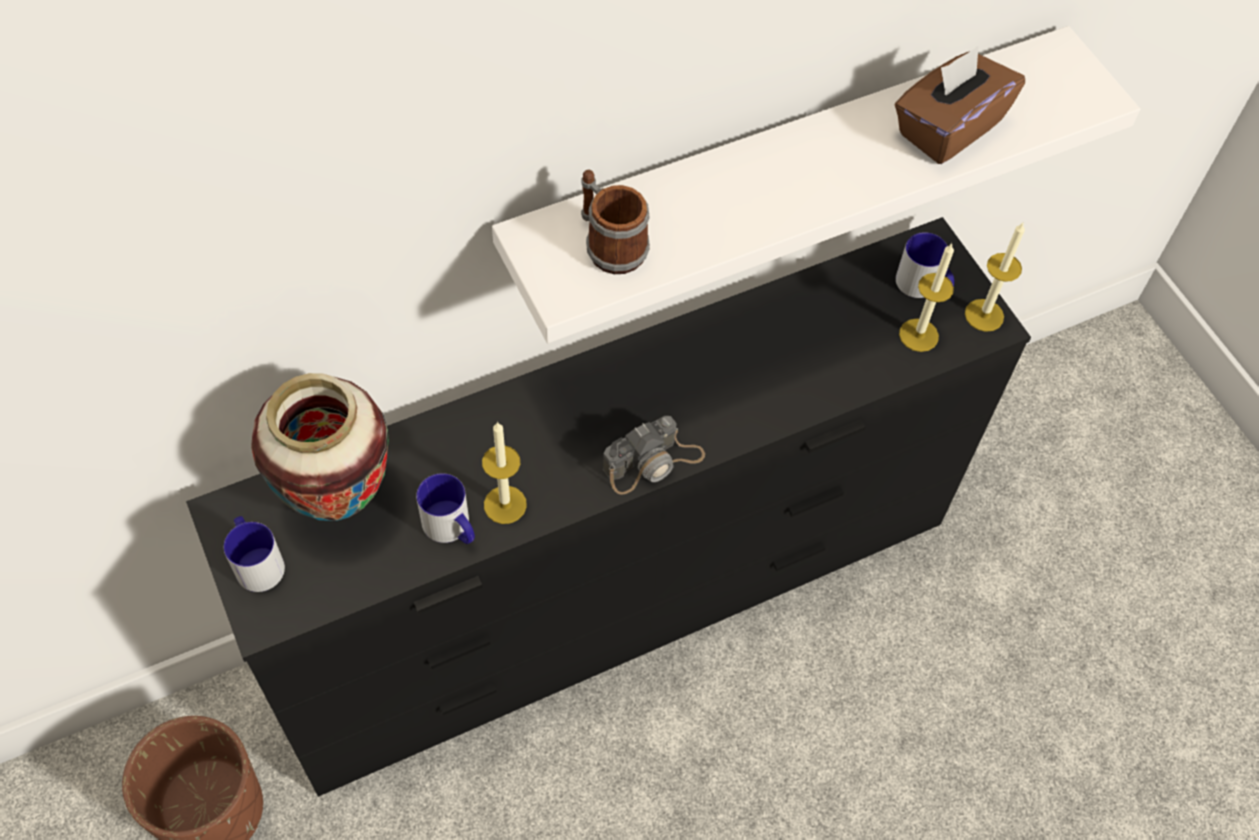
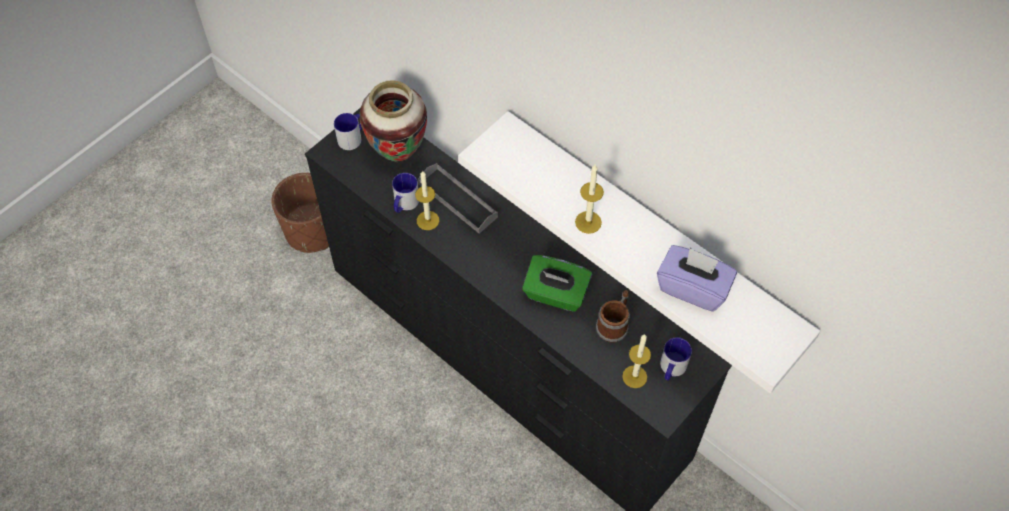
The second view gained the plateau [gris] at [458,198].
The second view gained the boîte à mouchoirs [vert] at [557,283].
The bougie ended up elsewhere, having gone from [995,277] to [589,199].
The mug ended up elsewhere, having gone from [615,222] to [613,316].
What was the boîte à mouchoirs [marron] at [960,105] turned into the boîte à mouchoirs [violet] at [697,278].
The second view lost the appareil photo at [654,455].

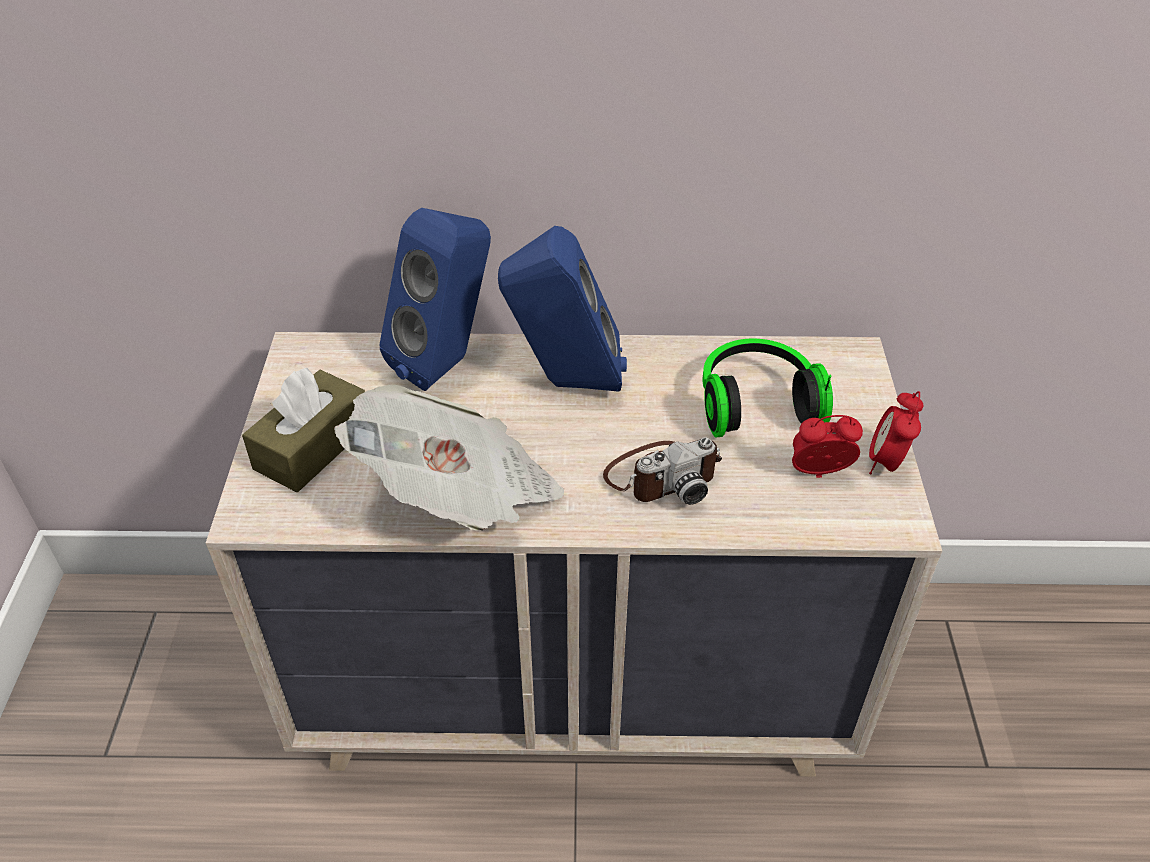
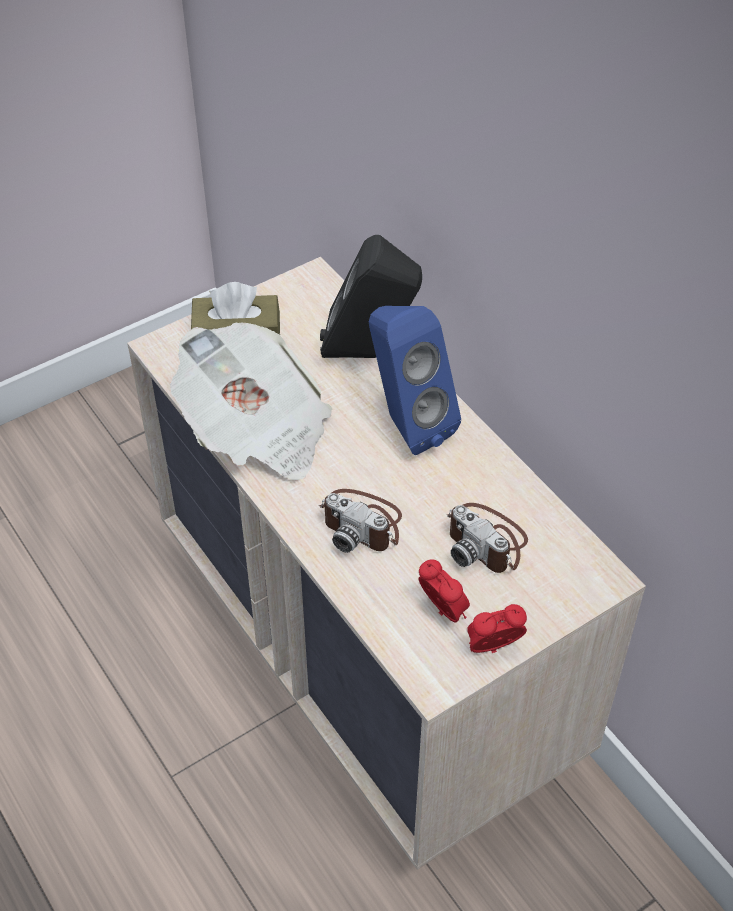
What was the enceinte [bleu] at [435,299] turned into the enceinte [noir] at [371,296].
Where the casque audio stood at [767,388], the appareil photo came to stand at [487,538].

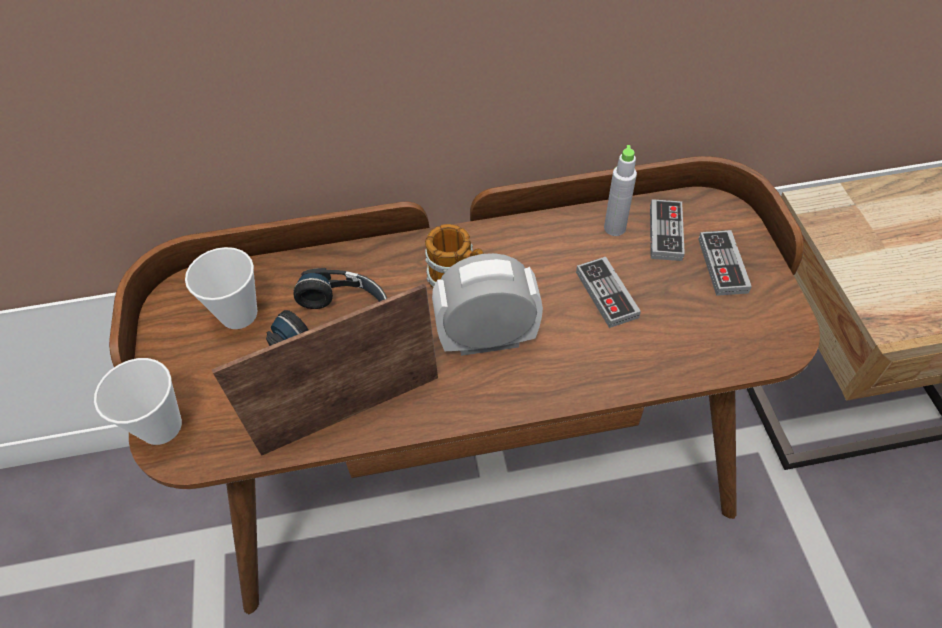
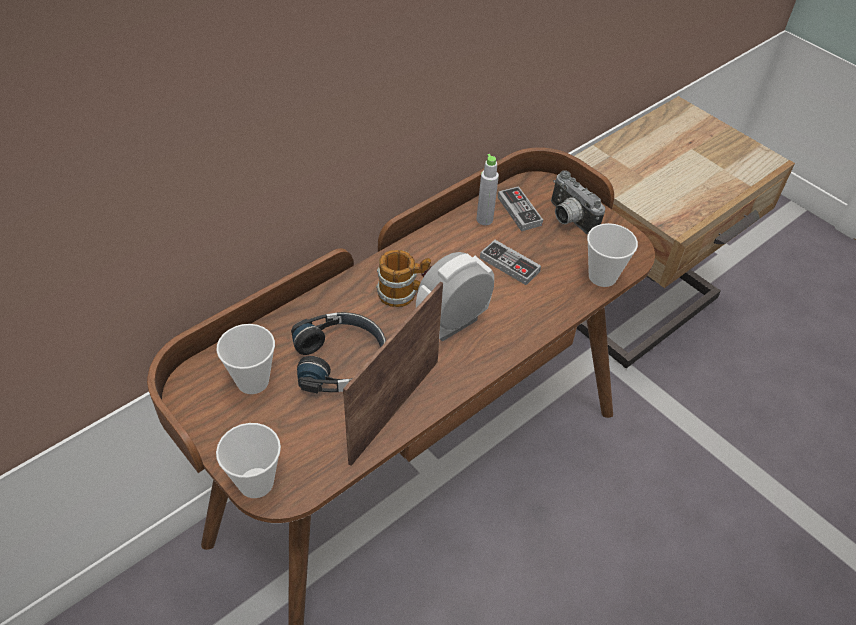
Where the manette stood at [725,263], the appareil photo came to stand at [578,202].
The second view gained the tasse at [612,255].

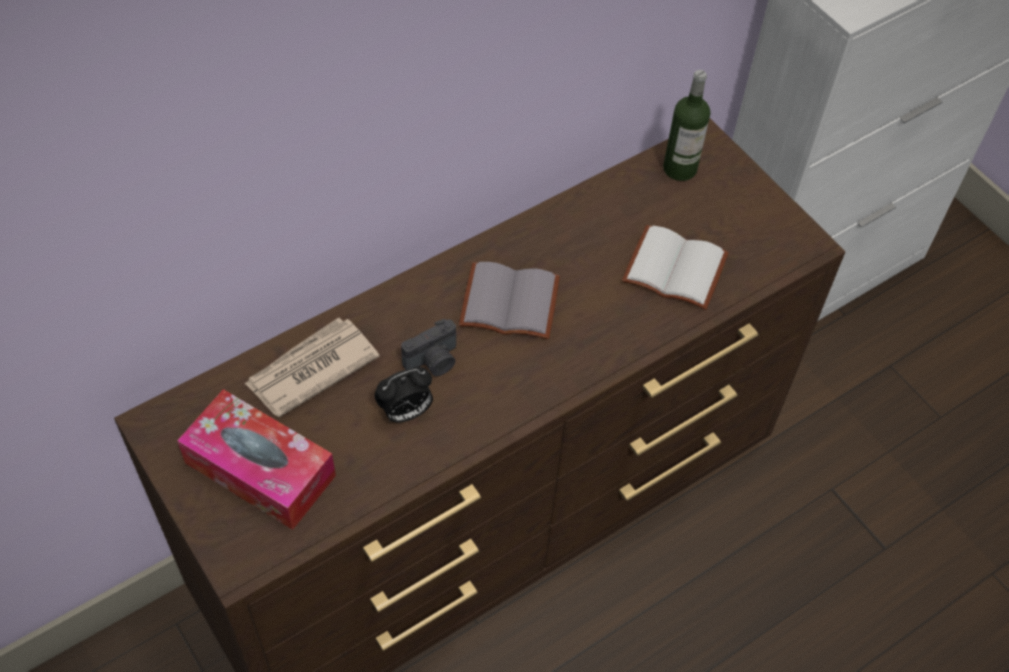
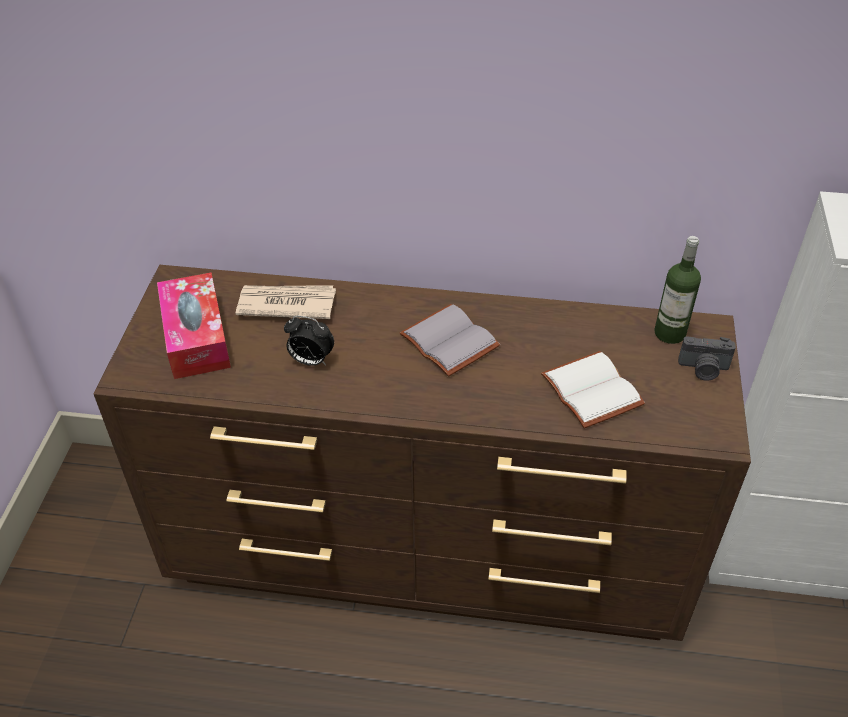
The appareil photo ended up elsewhere, having gone from [428,347] to [707,358].

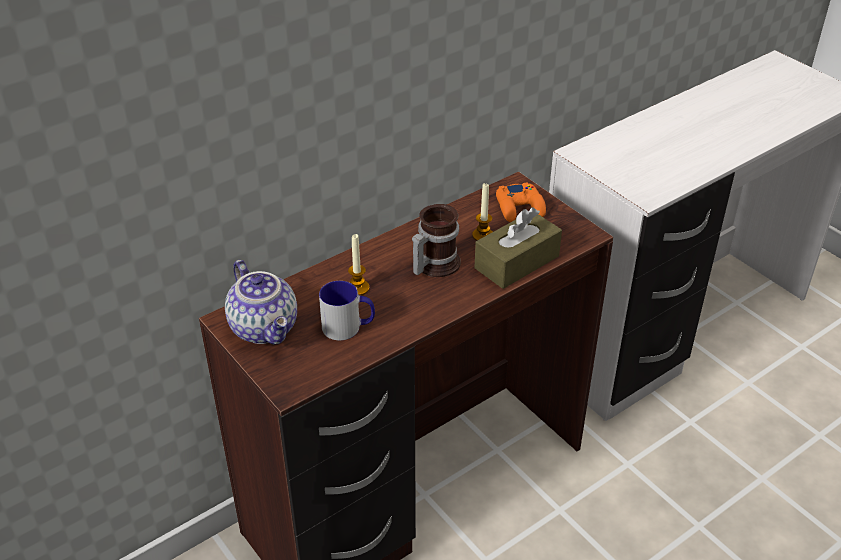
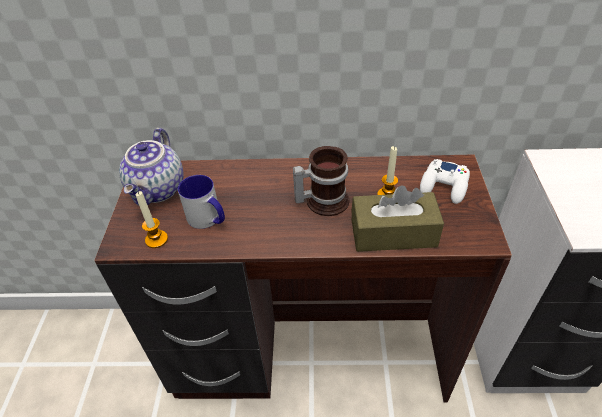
The bougie ended up elsewhere, having gone from [358,265] to [152,219].
What was the manette [orange] at [521,202] turned into the manette [blanc] at [445,181].

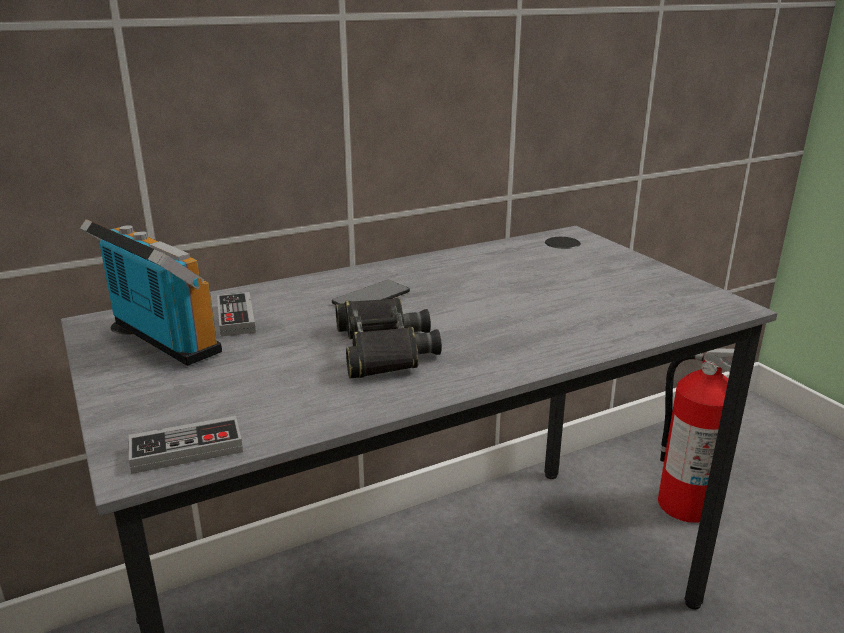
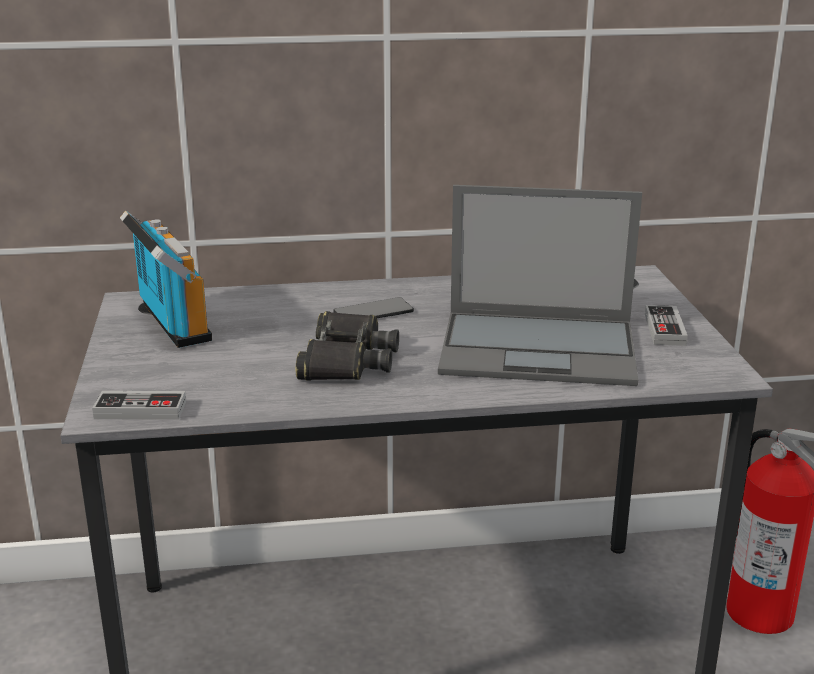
The second view gained the ordinateur portable at [540,285].
The manette ended up elsewhere, having gone from [236,314] to [666,325].

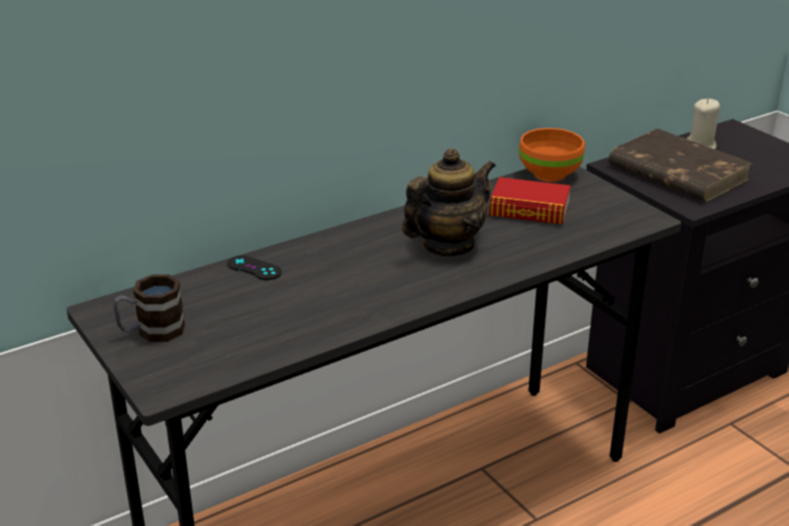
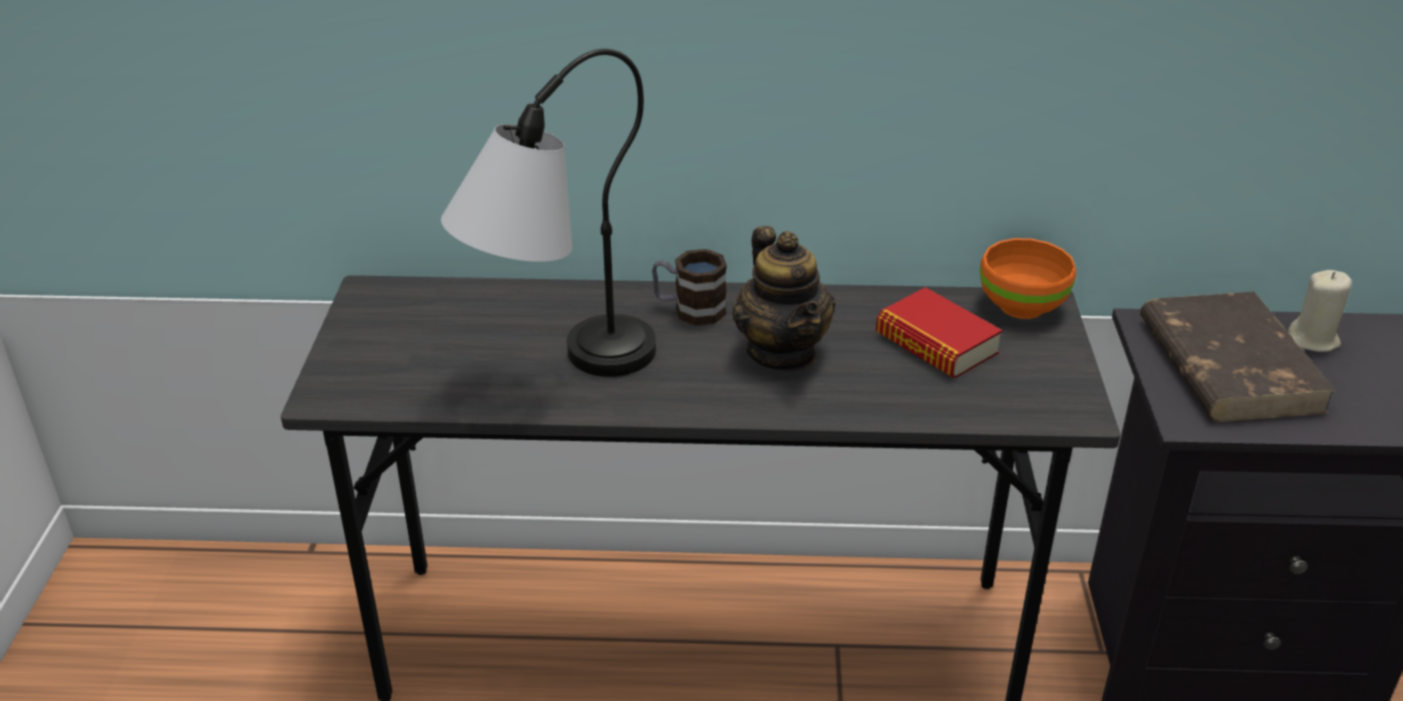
The second view gained the lampe de table at [548,213].
The mug ended up elsewhere, having gone from [149,308] to [689,287].
The théière at [449,202] ended up facing another way, 75 degrees clockwise from before.
The second view lost the manette [noir] at [254,267].

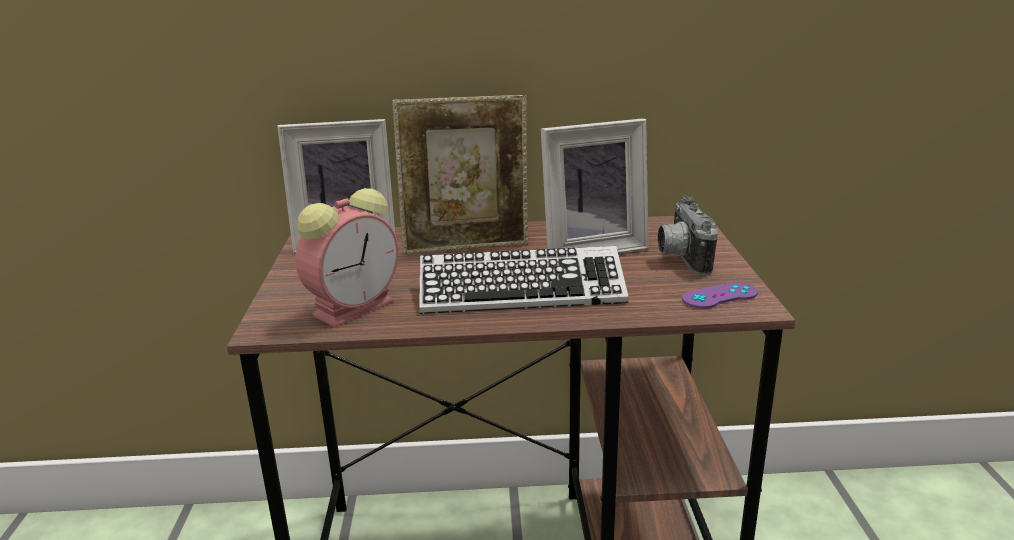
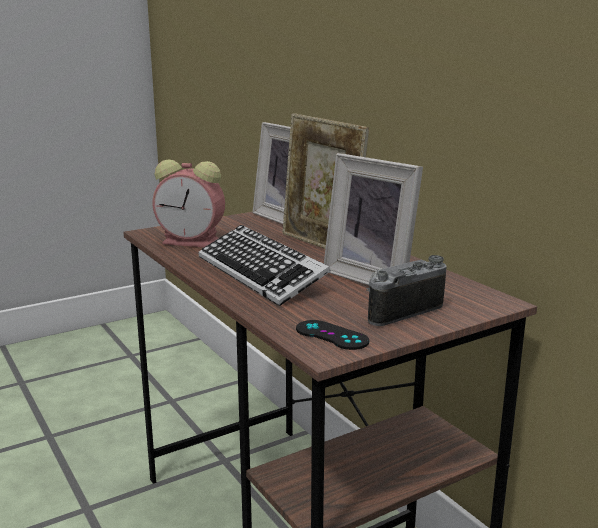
What was the manette [violet] at [720,295] turned into the manette [noir] at [332,335].

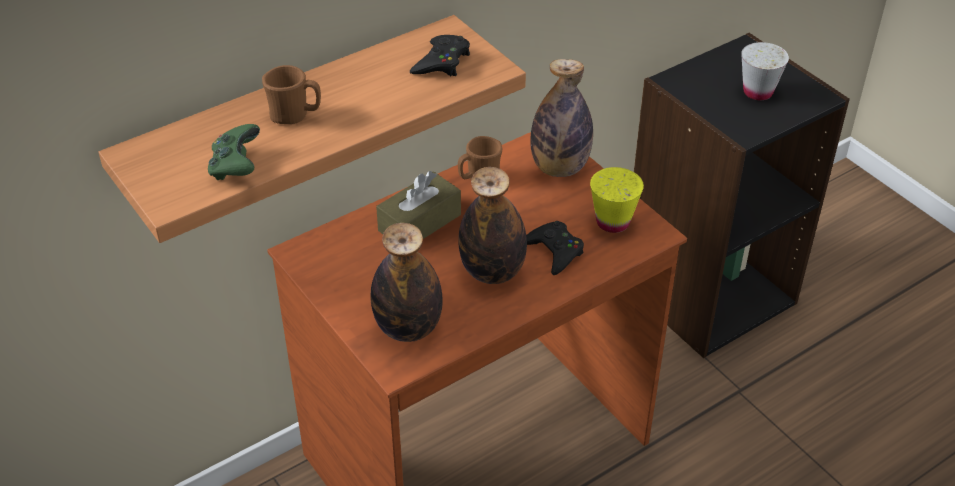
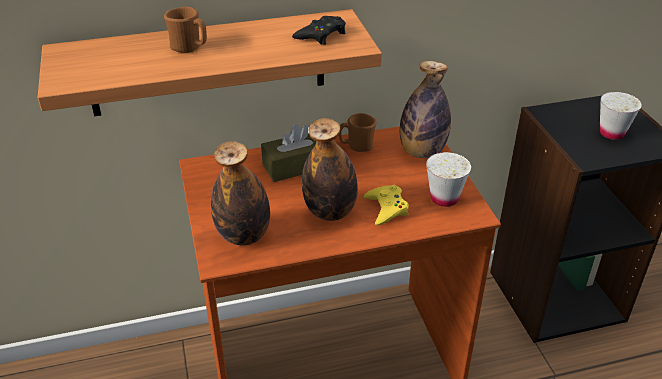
What was the manette [noir] at [555,248] turned into the manette [jaune] at [386,205].
What was the tasse [jaune] at [617,200] turned into the tasse [blanc] at [448,179].
The second view lost the manette [vert] at [234,152].

